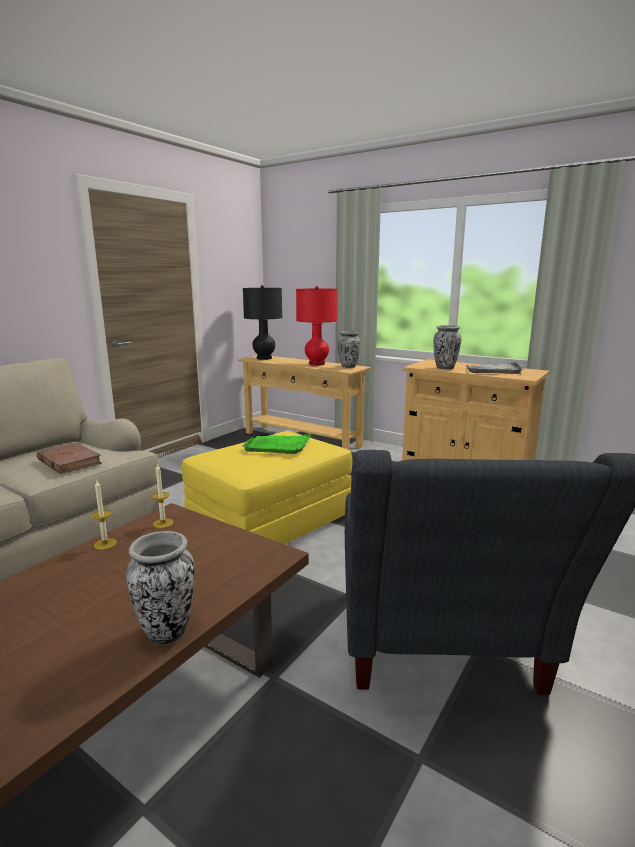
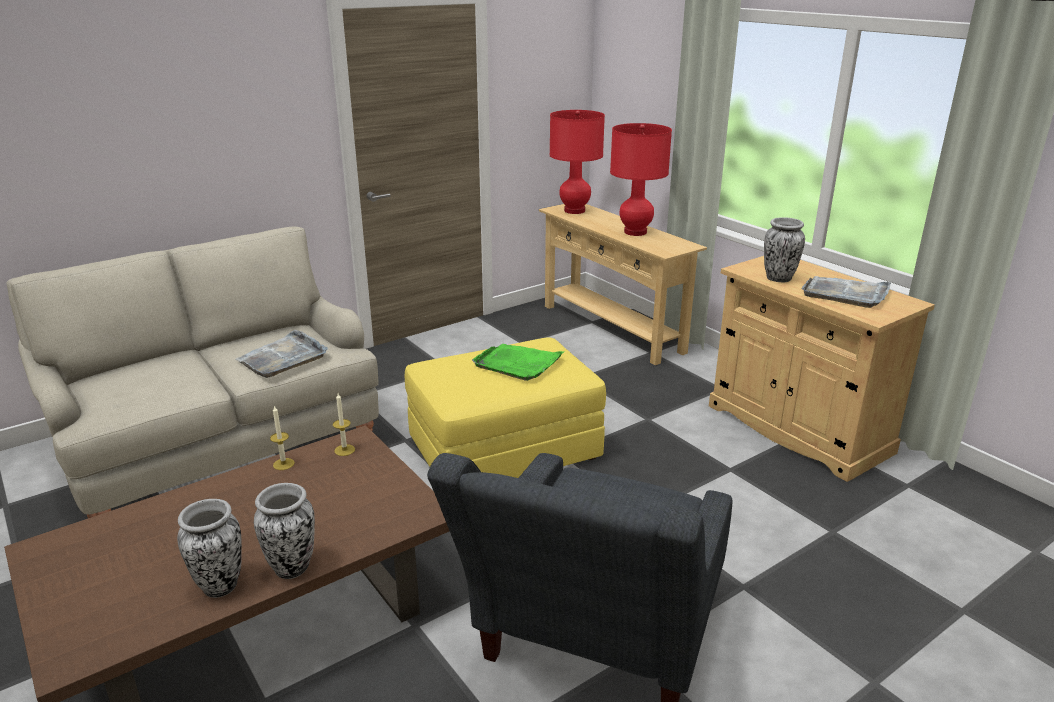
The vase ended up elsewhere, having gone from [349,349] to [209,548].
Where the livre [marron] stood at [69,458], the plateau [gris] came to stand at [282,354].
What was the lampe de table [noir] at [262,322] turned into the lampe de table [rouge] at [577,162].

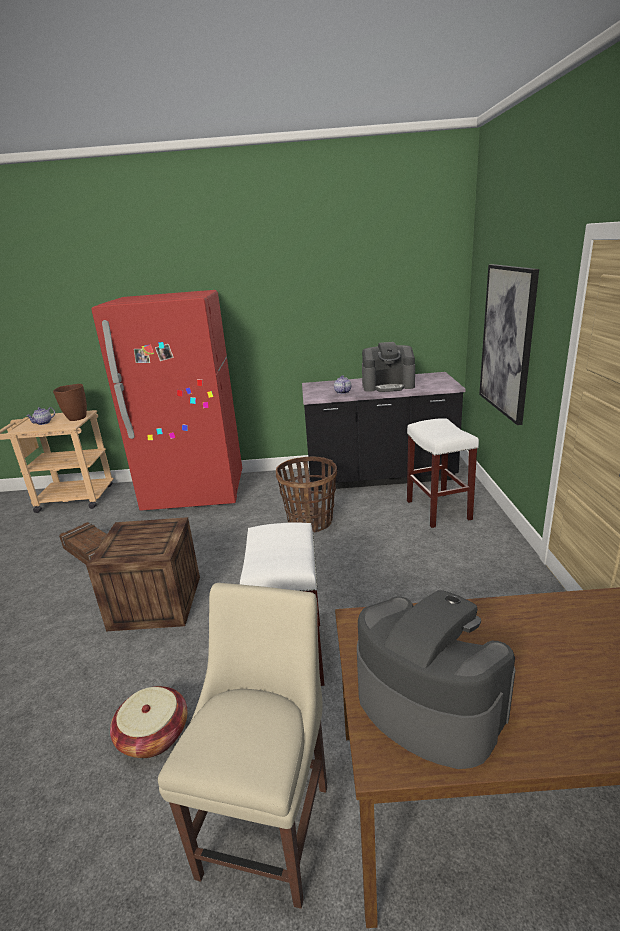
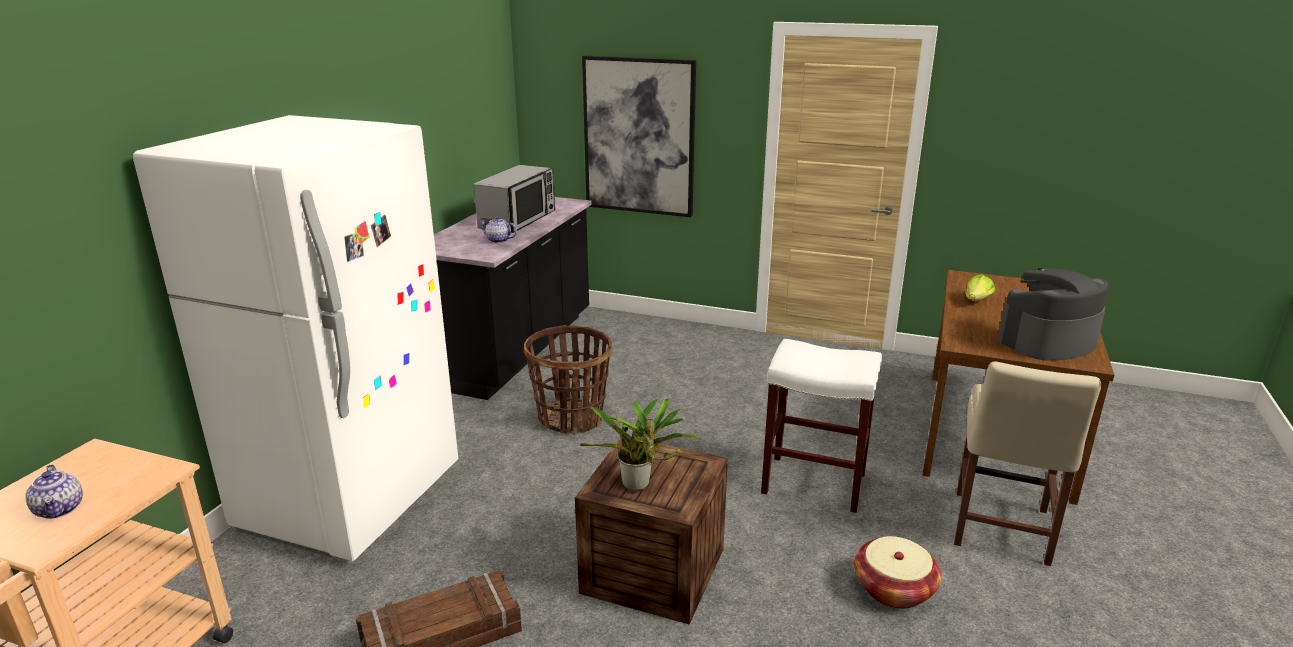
What was the réfrigérateur [rouge] at [166,400] turned into the réfrigérateur [blanc] at [295,338].
Where the machine à café stood at [388,367], the micro-ondes came to stand at [514,199].
The second view gained the plante en pot at [640,444].
The chaise [beige] at [242,746] ended up facing another way, 105 degrees counterclockwise from before.
The second view gained the laitue at [980,288].
The second view lost the vase [marron] at [70,402].
The second view lost the tabouret [blanc] at [443,473].

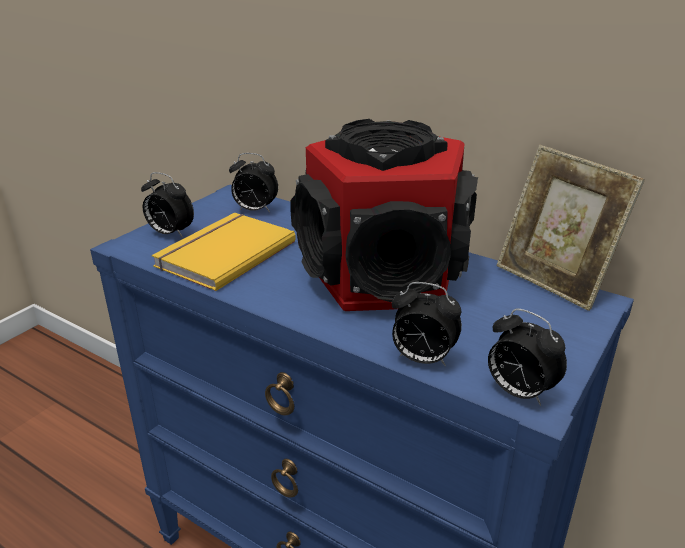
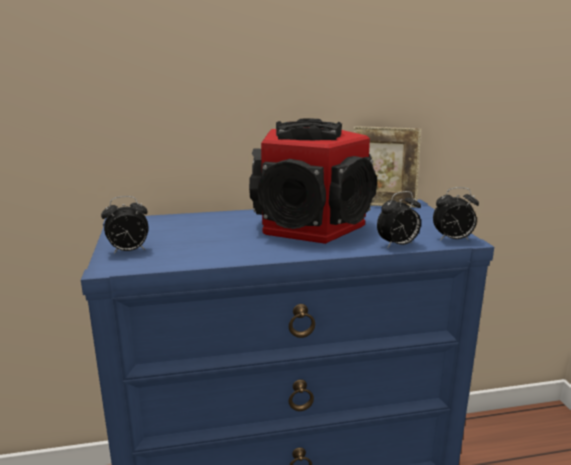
The second view lost the livre [jaune] at [224,252].
The second view lost the réveil at [253,182].

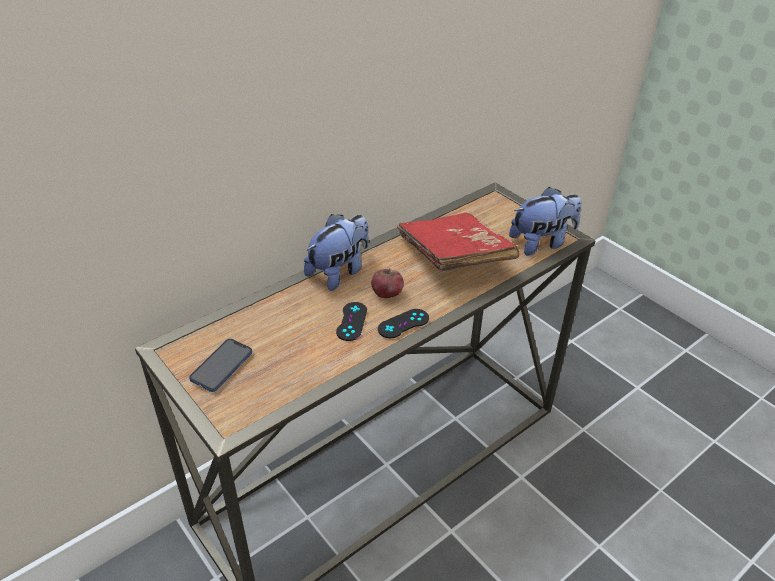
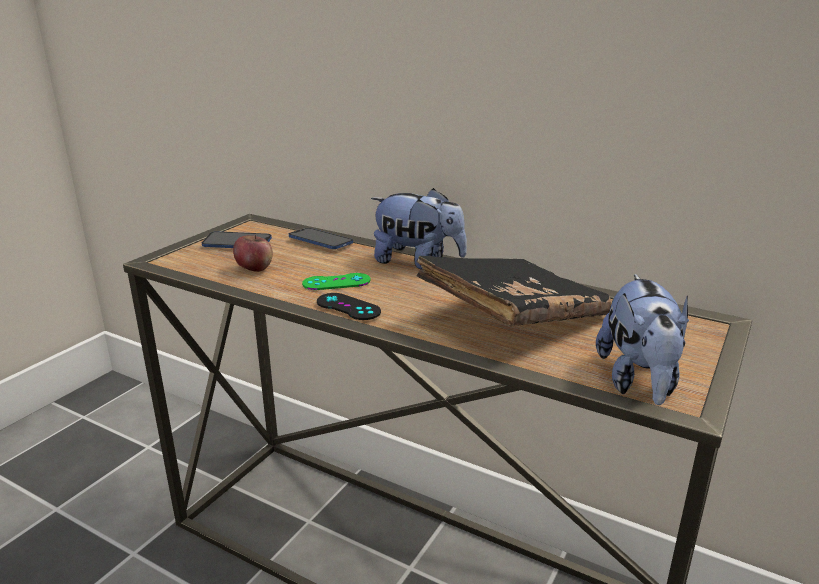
The pomme ended up elsewhere, having gone from [387,283] to [253,253].
The second view gained the téléphone at [321,238].
What was the manette [noir] at [351,321] turned into the manette [vert] at [336,281].
What was the livre [rouge] at [458,242] turned into the livre [noir] at [513,291].
The peluche at [545,221] ended up facing another way, 45 degrees clockwise from before.

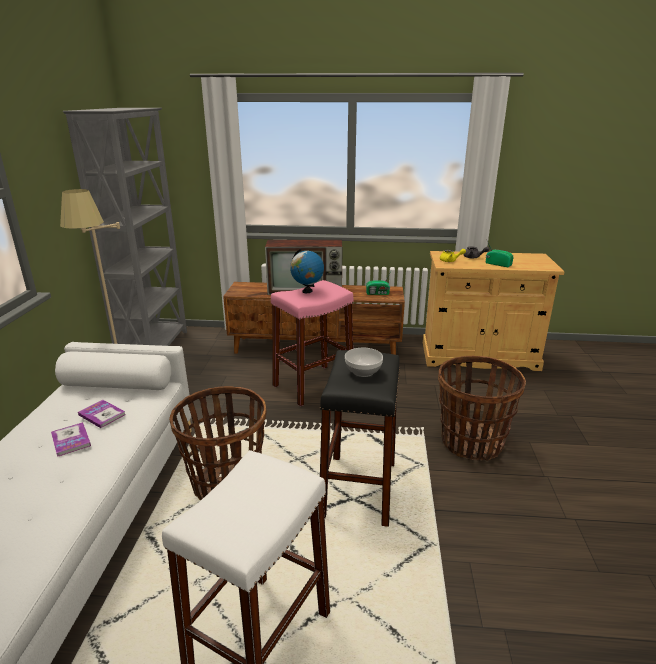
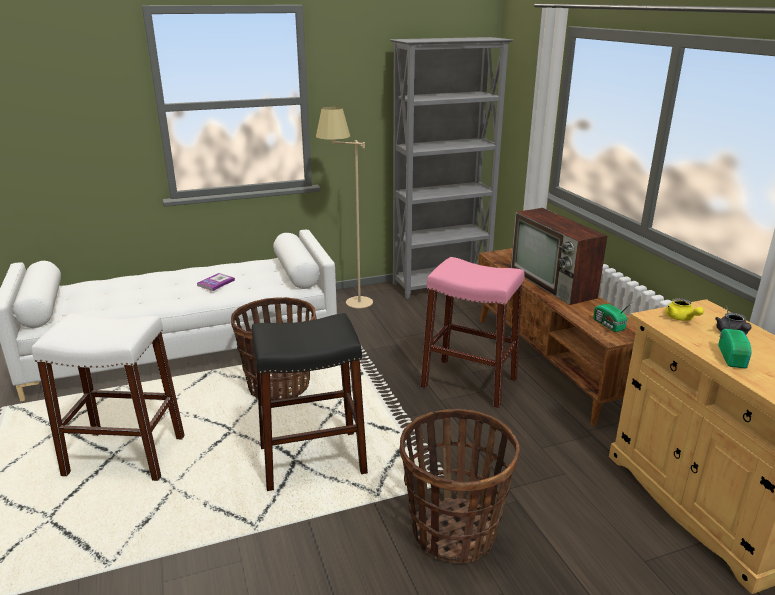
The second view lost the livre at [102,414].
The second view lost the globe at [307,271].
The second view lost the bol at [364,362].

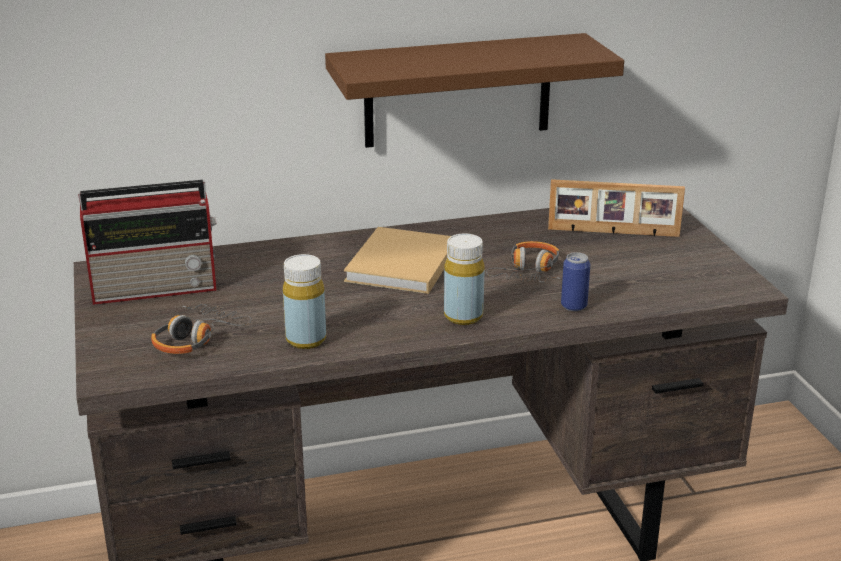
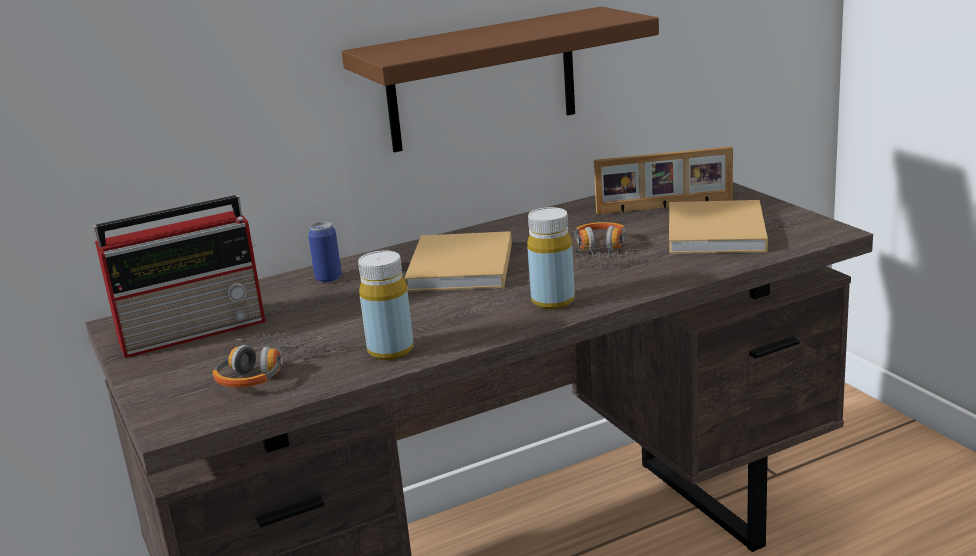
The boîte métallique ended up elsewhere, having gone from [575,281] to [325,252].
The second view gained the livre [beige] at [718,227].

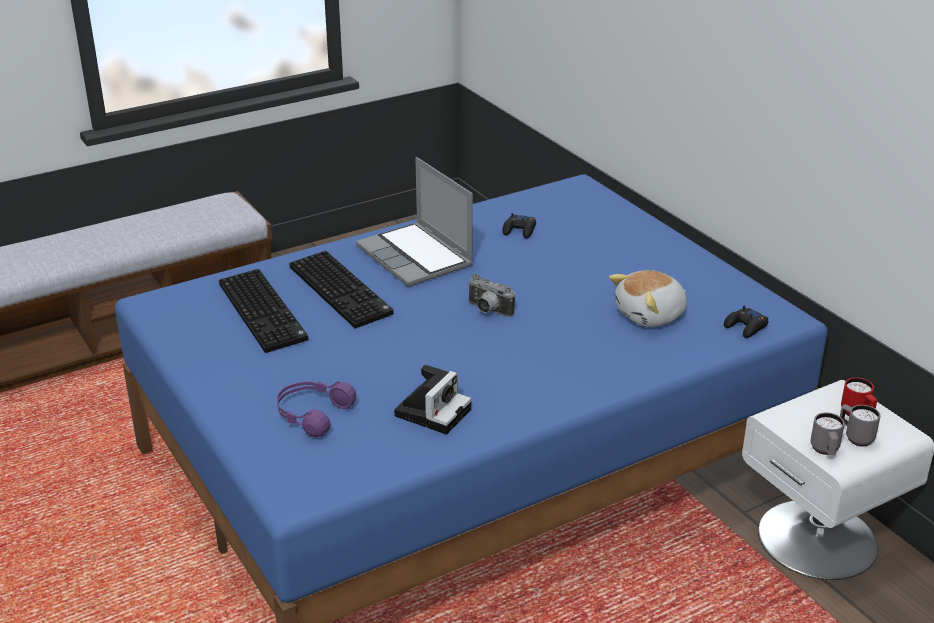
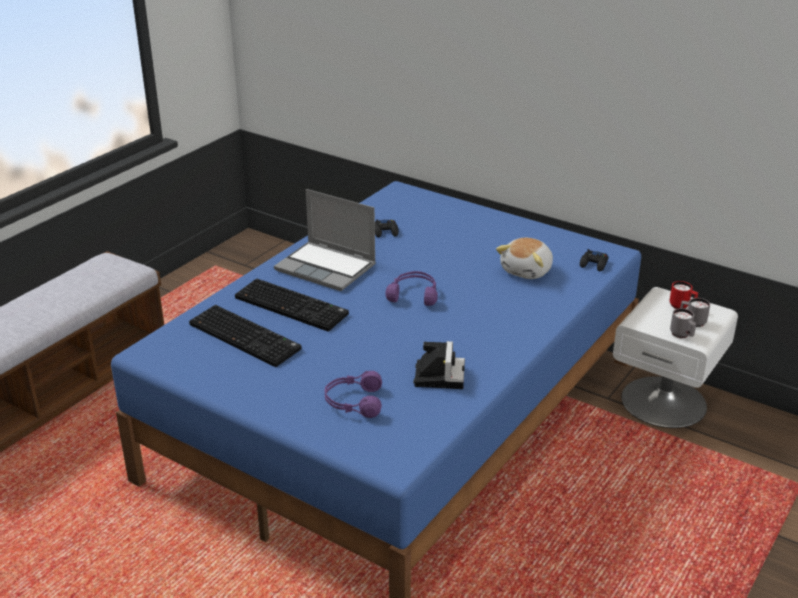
Where the appareil photo stood at [491,295], the casque audio [violet] came to stand at [411,288].

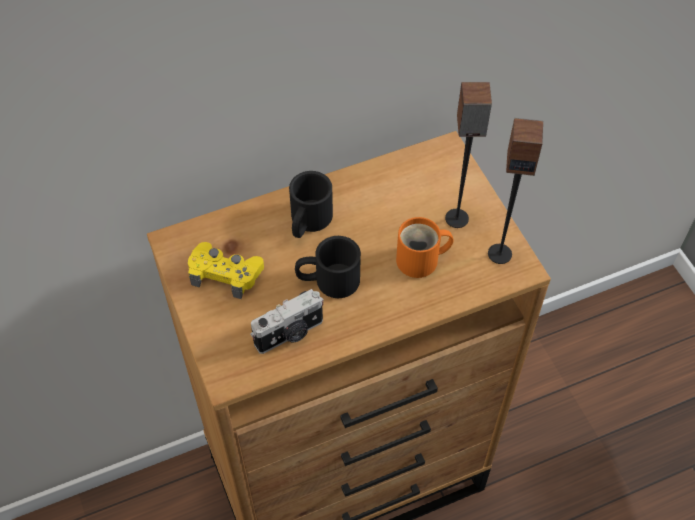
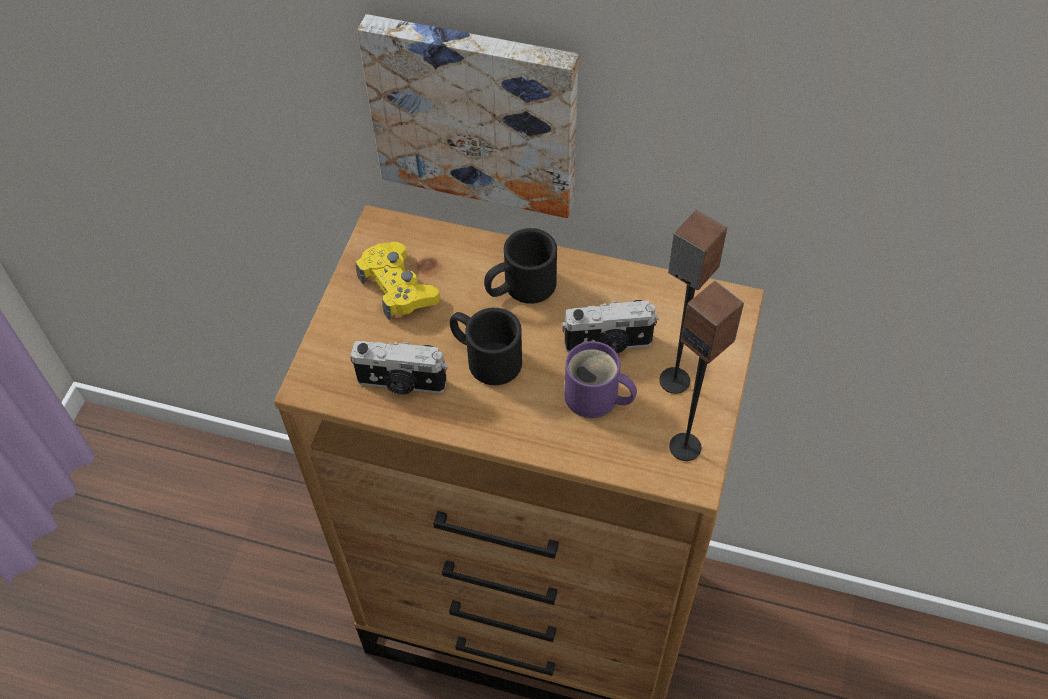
The second view gained the tableau at [468,116].
The second view gained the appareil photo at [610,326].
What was the mug [orange] at [425,247] turned into the mug [violet] at [601,379].

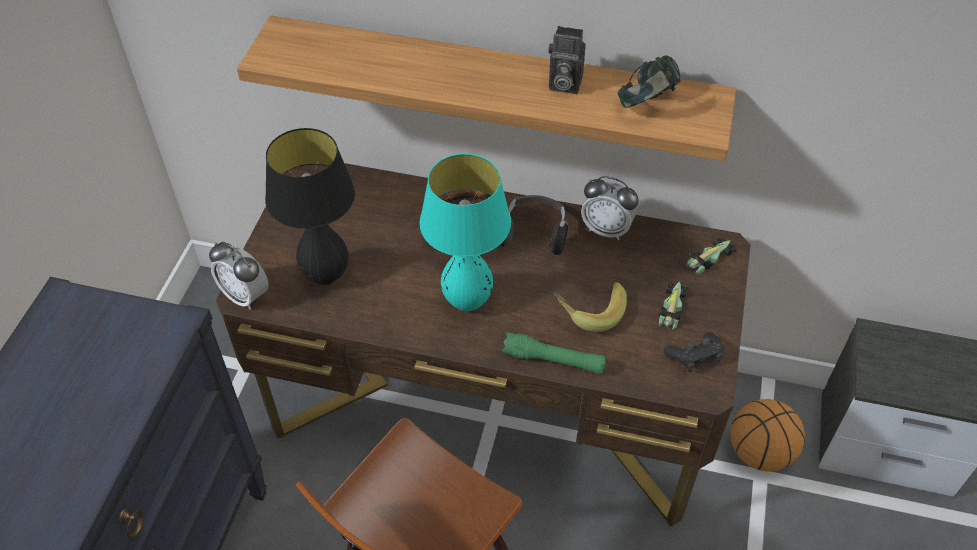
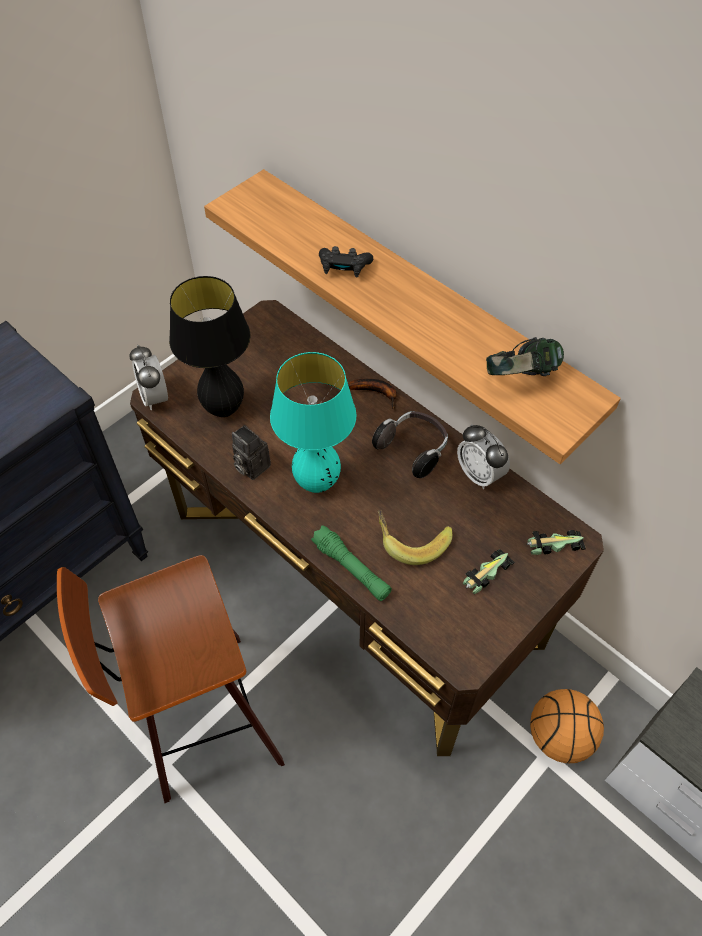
The appareil photo ended up elsewhere, having gone from [567,60] to [251,452].
The manette [noir] ended up elsewhere, having gone from [693,352] to [346,262].

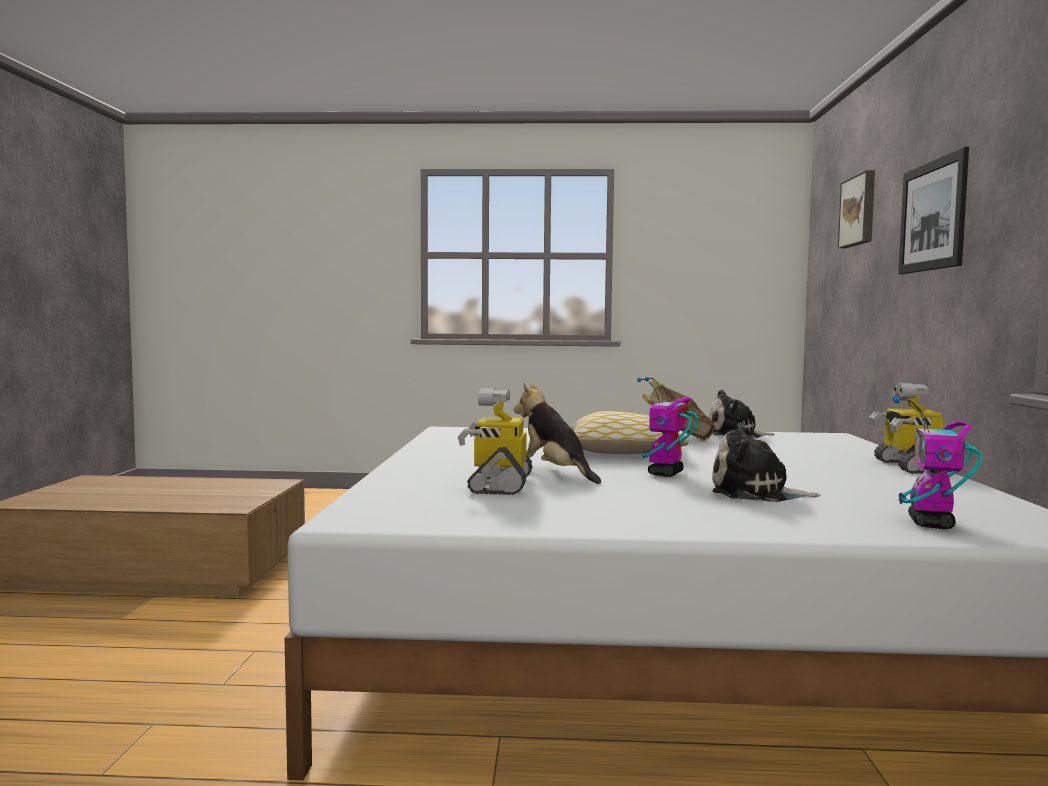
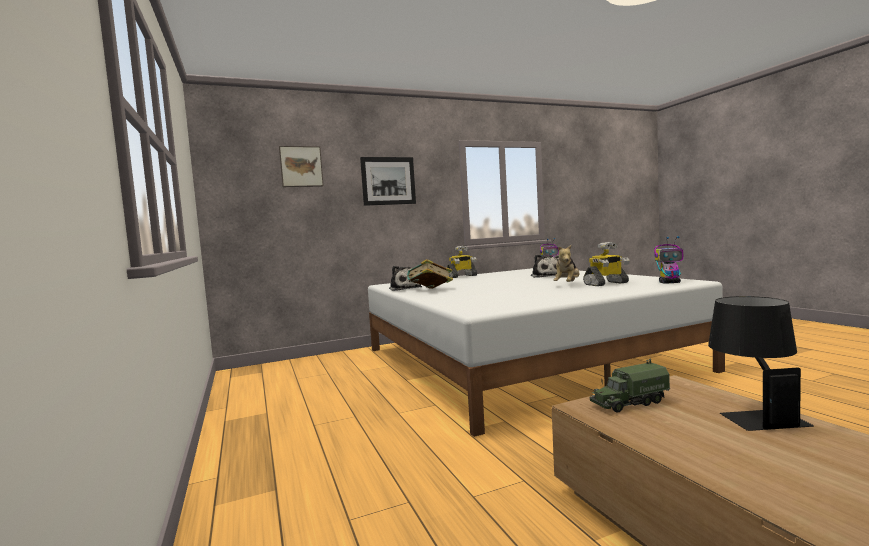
The second view gained the camion jouet at [630,385].
The robot jouet ended up elsewhere, having gone from [668,427] to [669,260].
The second view gained the lampe de table [noir] at [761,363].
The second view lost the coussin at [630,432].

